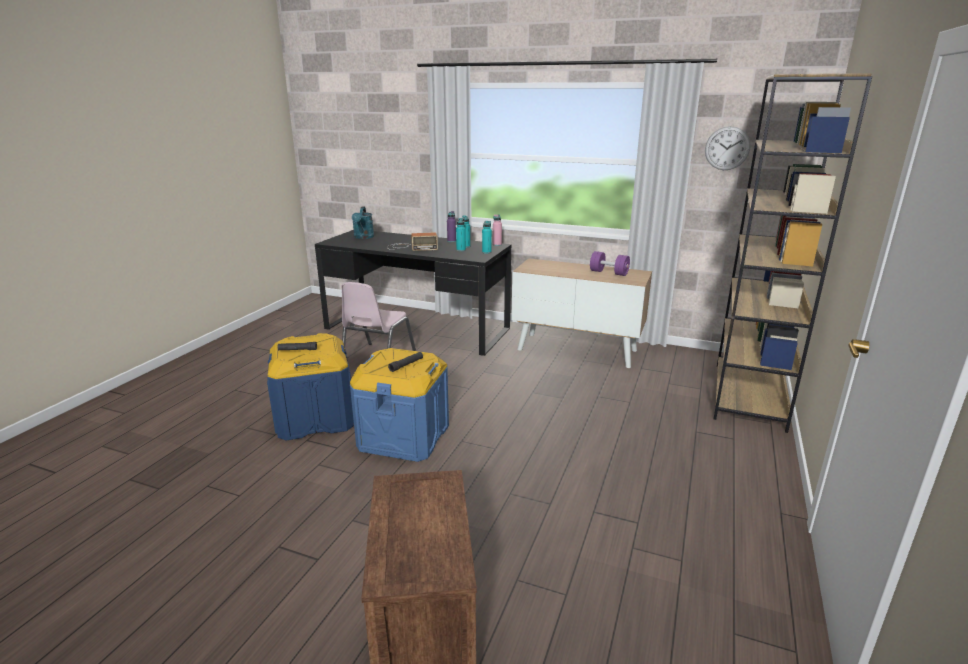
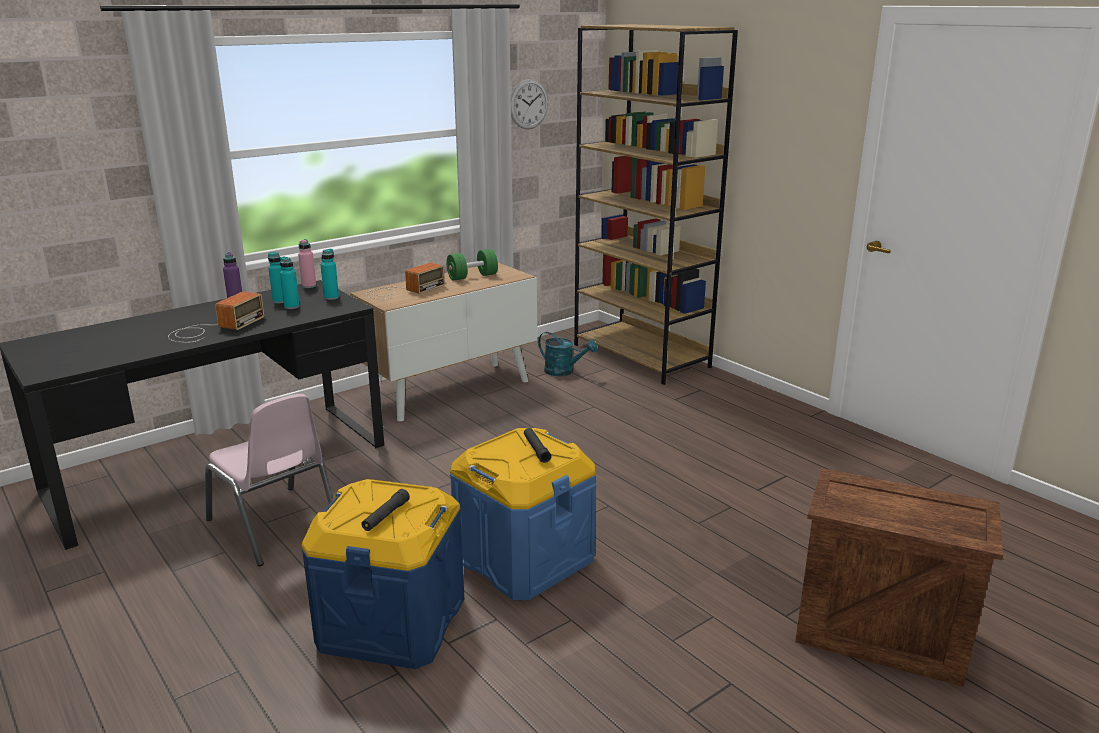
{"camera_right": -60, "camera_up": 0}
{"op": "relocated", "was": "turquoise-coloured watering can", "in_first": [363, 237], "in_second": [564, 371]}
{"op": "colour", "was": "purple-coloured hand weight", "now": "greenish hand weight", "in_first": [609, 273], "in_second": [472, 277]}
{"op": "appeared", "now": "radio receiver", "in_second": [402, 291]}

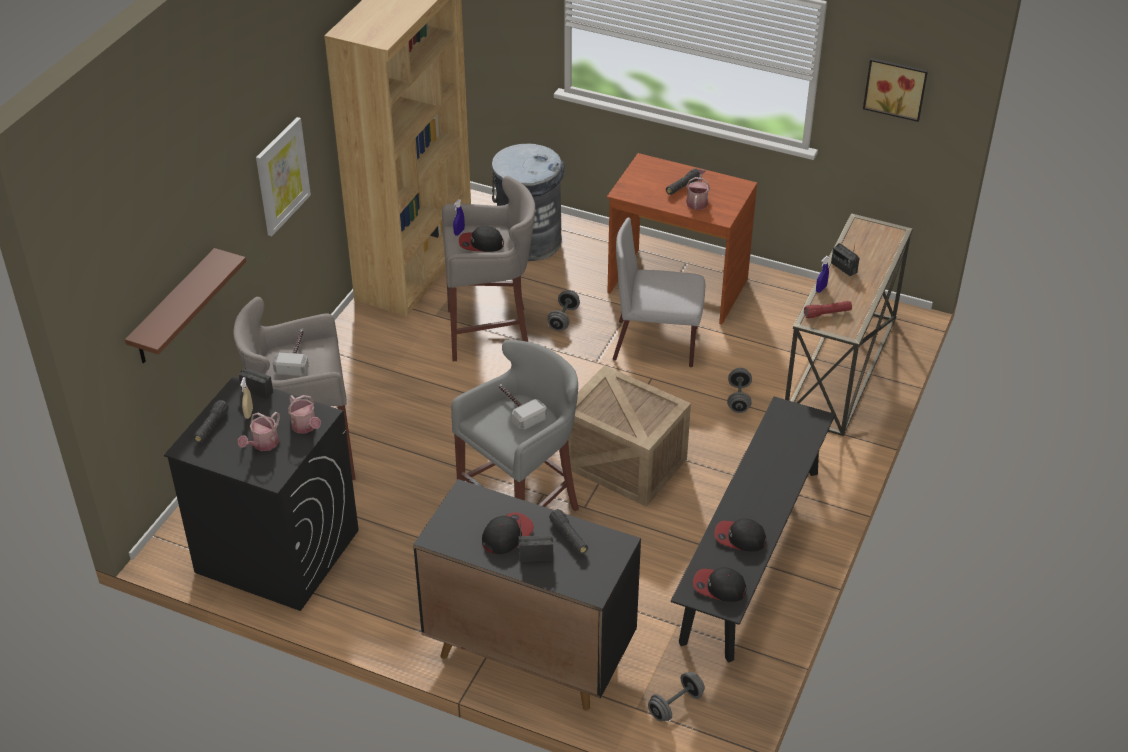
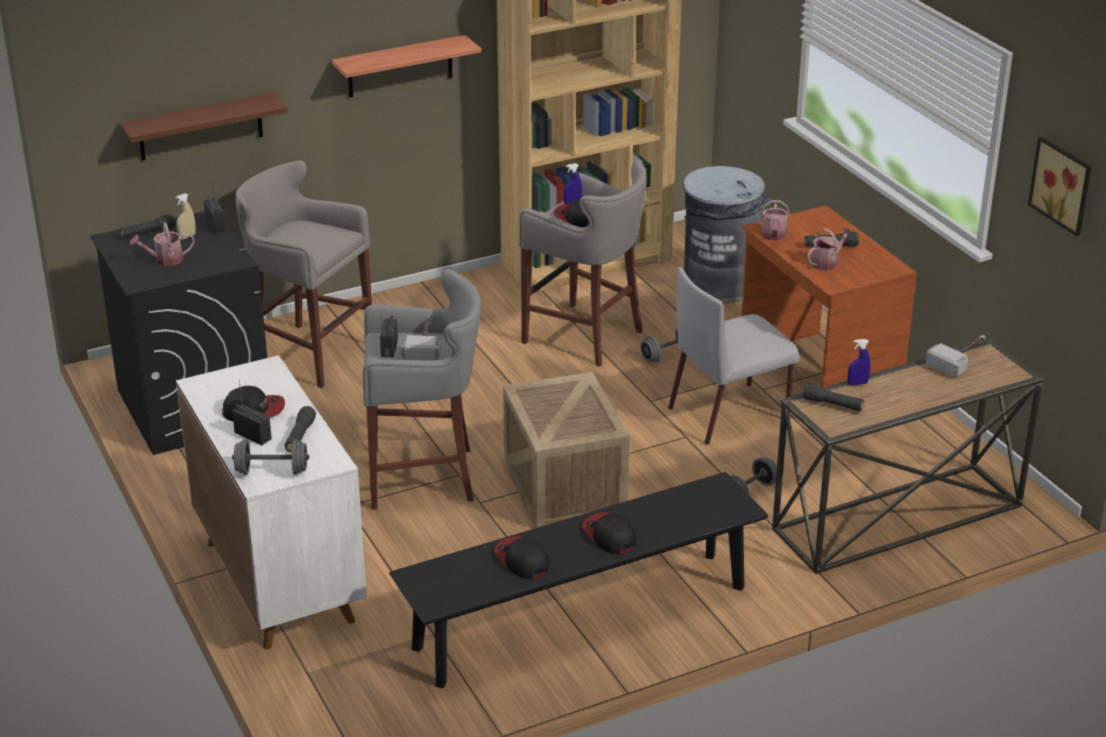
{"camera_right": 40, "camera_up": -10}
{"op": "exchanged", "was": "picture", "now": "shelf", "in_first": [282, 176], "in_second": [400, 67]}
{"op": "spun", "was": "gray chair", "in_first": [657, 344], "in_second": [730, 413], "clockwise": -75}
{"op": "relocated", "was": "radio receiver", "in_first": [843, 268], "in_second": [389, 348]}
{"op": "colour", "was": "red flashlight", "now": "black flashlight", "in_first": [827, 313], "in_second": [832, 405]}
{"op": "relocated", "was": "hammer", "in_first": [296, 355], "in_second": [960, 358]}
{"op": "relocated", "was": "watering can", "in_first": [305, 427], "in_second": [774, 236]}
{"op": "colour", "was": "black storage cabinet", "now": "white storage cabinet", "in_first": [528, 653], "in_second": [278, 580]}
{"op": "relocated", "was": "peaked cap", "in_first": [719, 587], "in_second": [609, 536]}
{"op": "relocated", "was": "gray hand weight", "in_first": [675, 705], "in_second": [272, 471]}

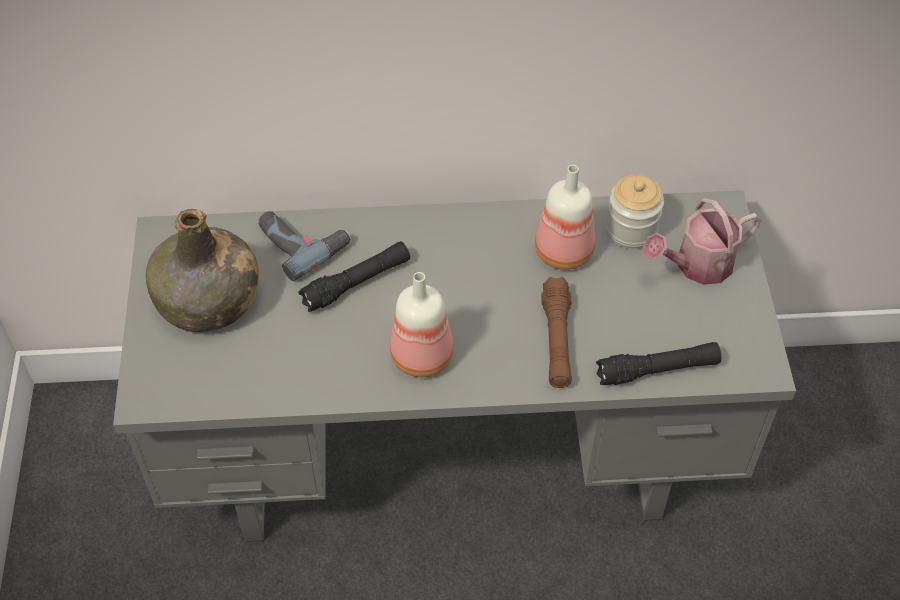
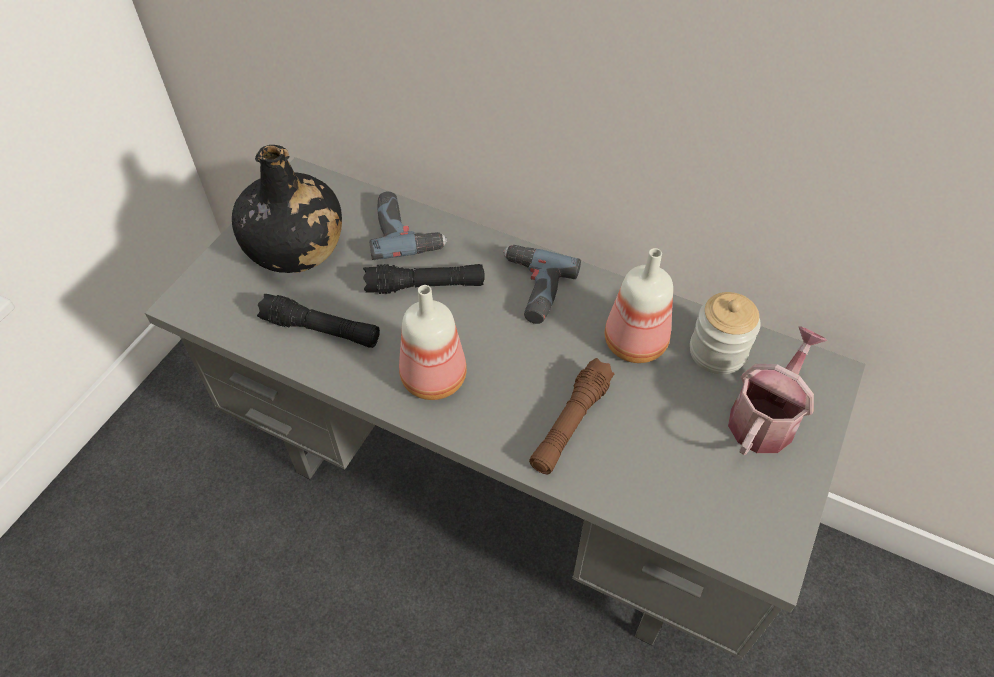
{"camera_right": 30, "camera_up": 0}
{"op": "spun", "was": "watering can", "in_first": [697, 265], "in_second": [765, 417], "clockwise": 120}
{"op": "colour", "was": "greenish bottle", "now": "black bottle", "in_first": [209, 301], "in_second": [294, 247]}
{"op": "relocated", "was": "black flashlight", "in_first": [657, 370], "in_second": [321, 330]}
{"op": "appeared", "now": "electric drill", "in_second": [531, 289]}

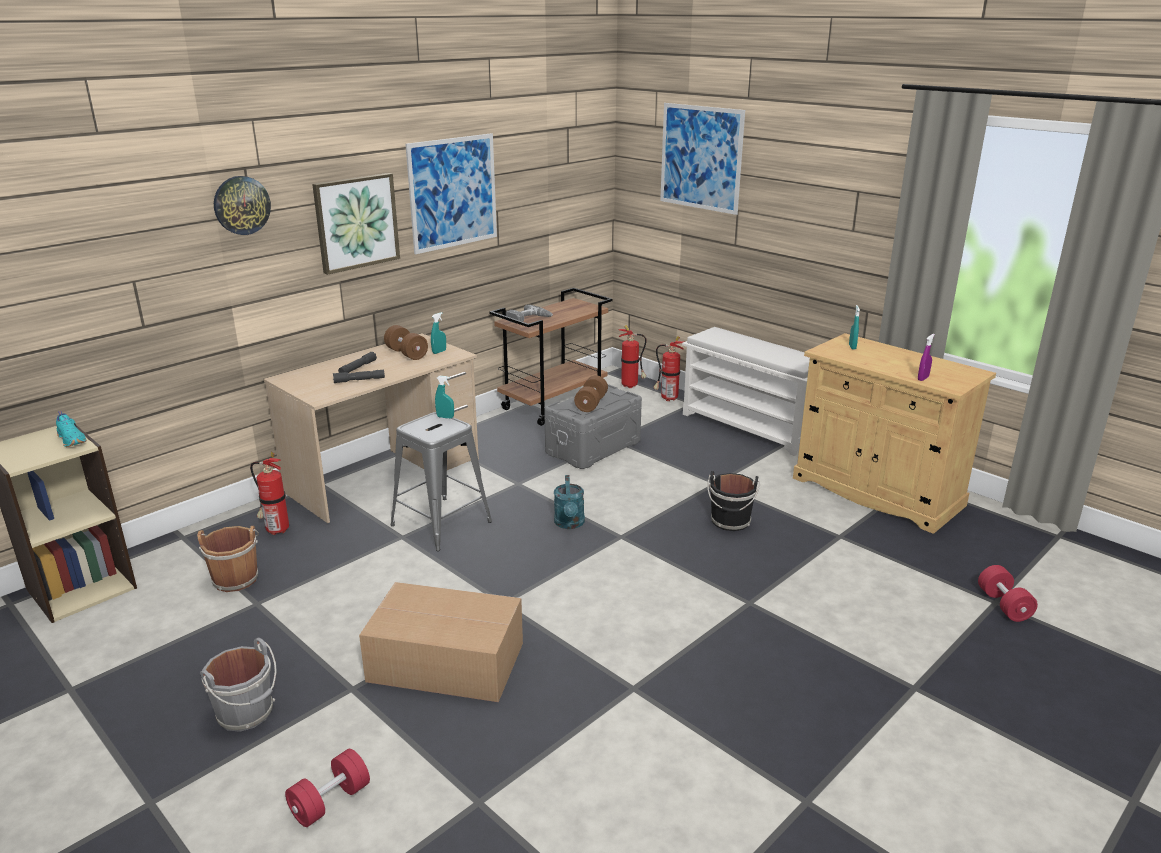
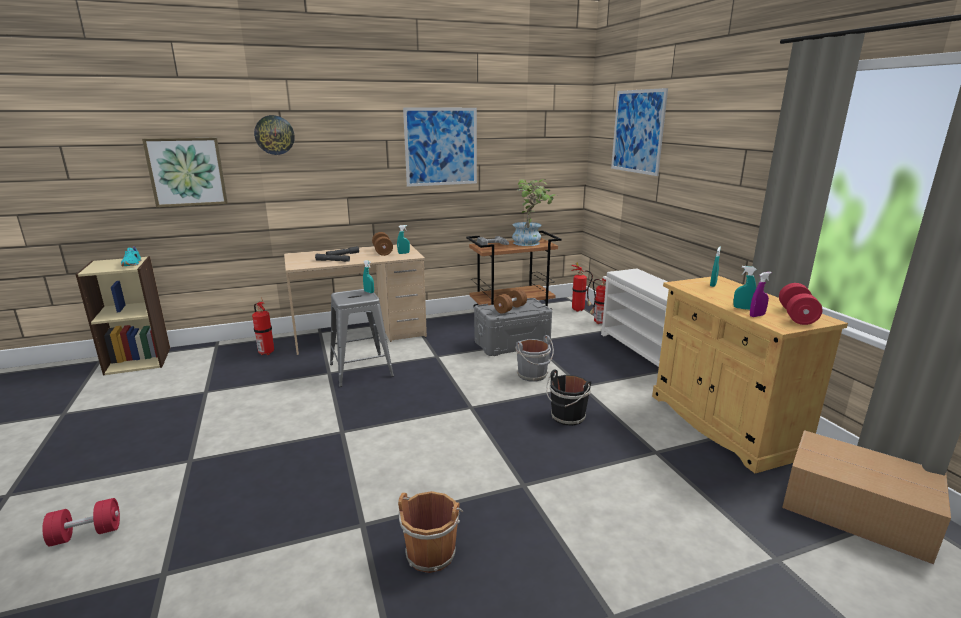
{"camera_right": 25, "camera_up": -5}
{"op": "relocated", "was": "picture", "in_first": [356, 222], "in_second": [187, 172]}
{"op": "missing", "was": "turquoise-coloured watering can", "in_first": [570, 524]}
{"op": "relocated", "was": "brownish water bucket", "in_first": [235, 578], "in_second": [431, 551]}
{"op": "relocated", "was": "red hand weight", "in_first": [1003, 605], "in_second": [796, 316]}
{"op": "relocated", "was": "packing box", "in_first": [448, 663], "in_second": [858, 512]}
{"op": "relocated", "was": "gray water bucket", "in_first": [247, 713], "in_second": [533, 375]}
{"op": "appeared", "now": "potted plant", "in_second": [531, 243]}
{"op": "appeared", "now": "turquoise-coloured spray bottle", "in_second": [742, 308]}

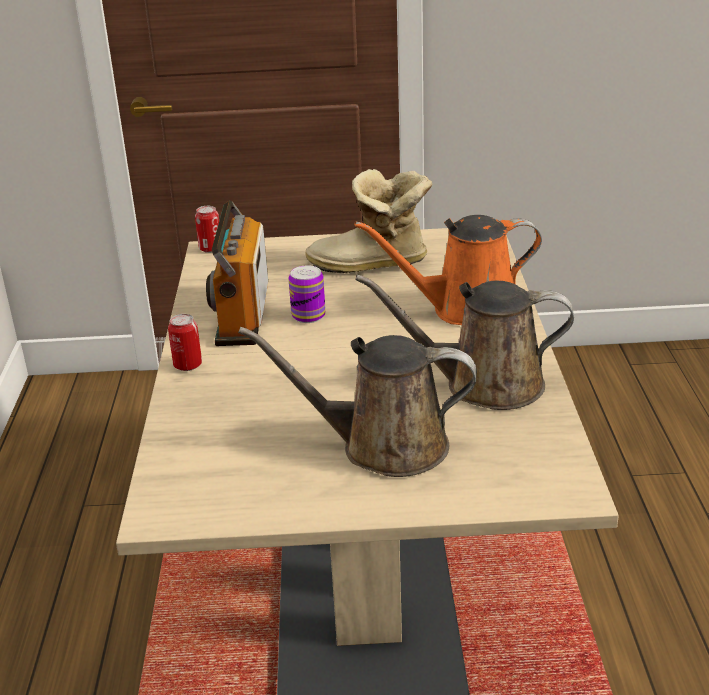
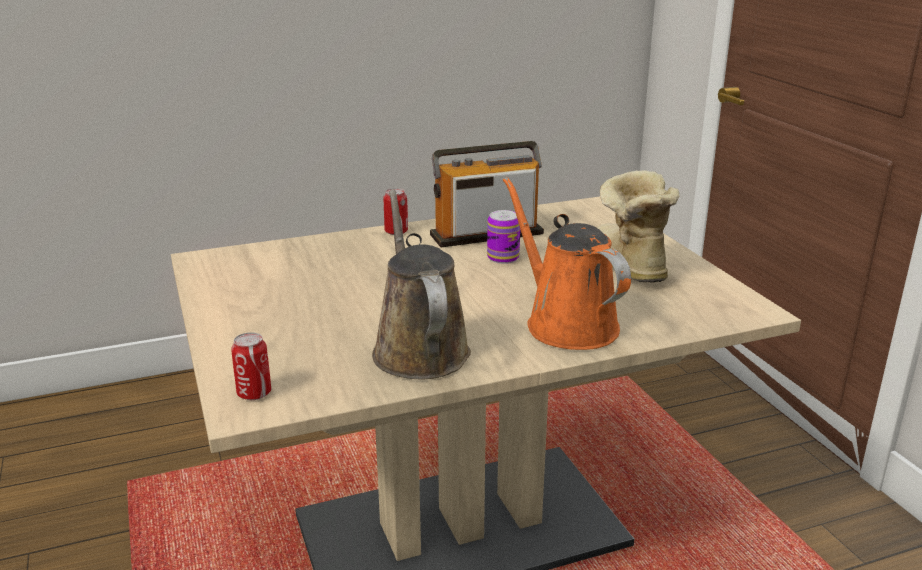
{"camera_right": 70, "camera_up": -5}
{"op": "relocated", "was": "metal can", "in_first": [210, 249], "in_second": [254, 393]}
{"op": "missing", "was": "brownish watering can", "in_first": [383, 446]}

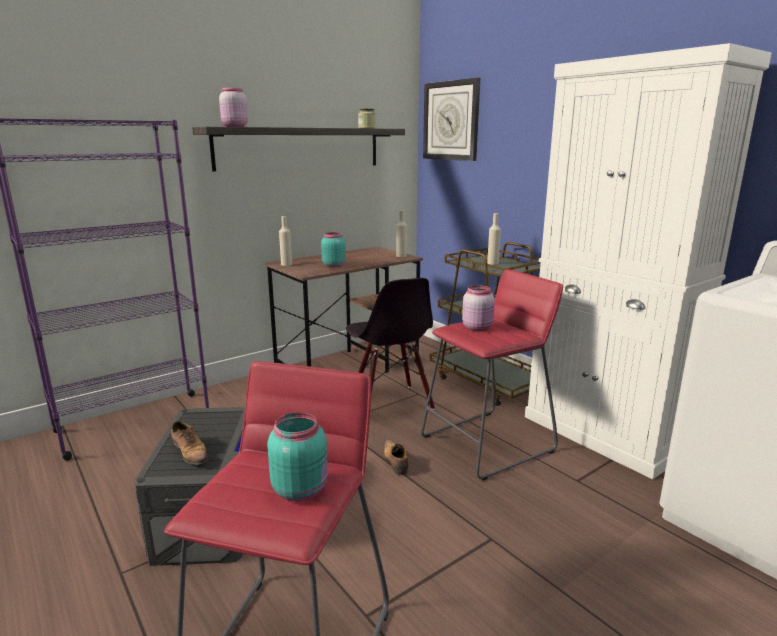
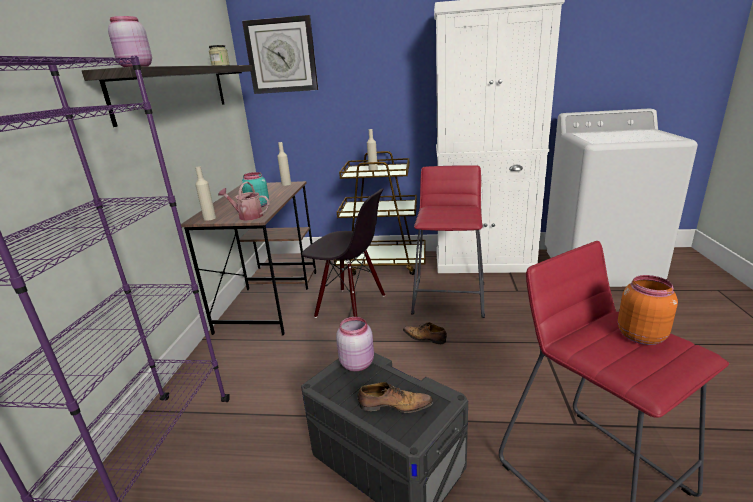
{"camera_right": -45, "camera_up": 5}
{"op": "relocated", "was": "pink jar", "in_first": [478, 327], "in_second": [357, 363]}
{"op": "colour", "was": "turquoise-coloured jar", "now": "orange jar", "in_first": [301, 489], "in_second": [640, 335]}
{"op": "appeared", "now": "watering can", "in_second": [247, 216]}

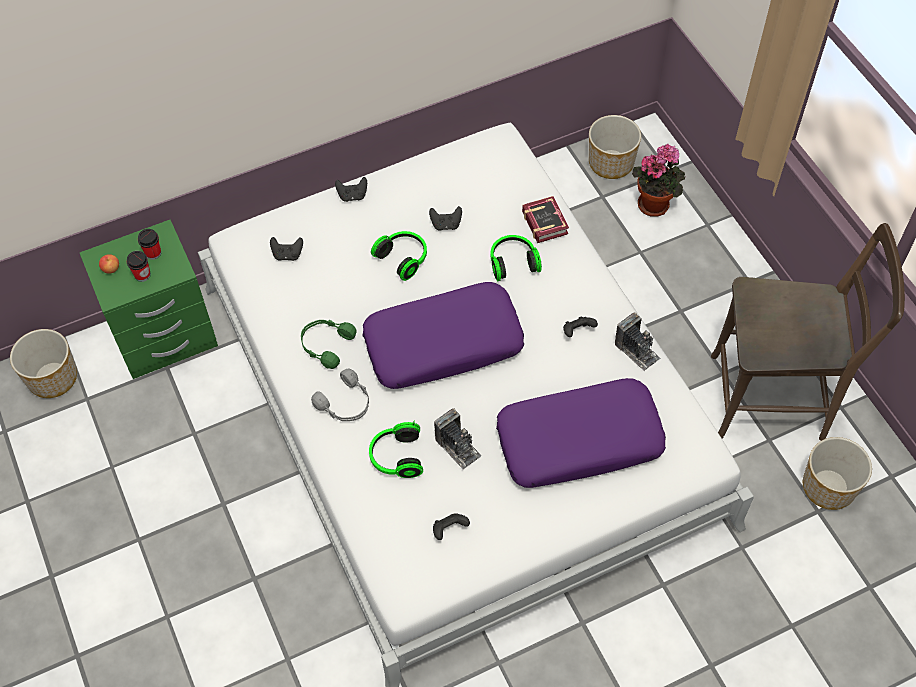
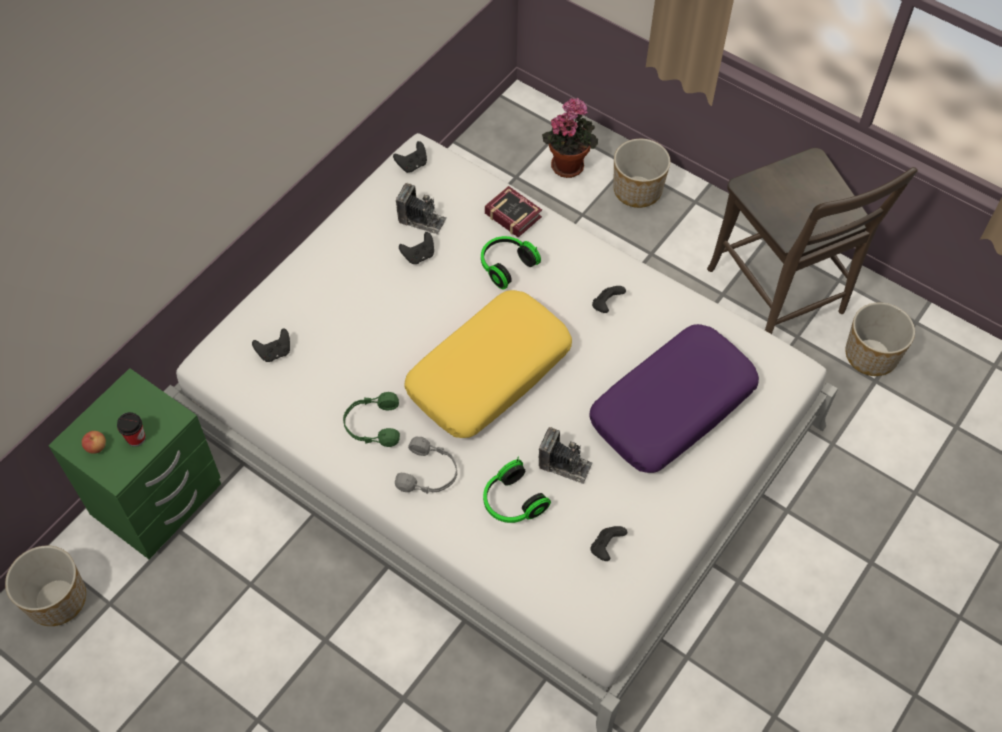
{"camera_right": -30, "camera_up": 0}
{"op": "relocated", "was": "planter", "in_first": [611, 163], "in_second": [637, 191]}
{"op": "relocated", "was": "black joypad", "in_first": [352, 196], "in_second": [412, 165]}
{"op": "spun", "was": "brownish chair", "in_first": [775, 398], "in_second": [780, 296], "clockwise": 90}
{"op": "missing", "was": "small cup", "in_first": [153, 253]}
{"op": "missing", "was": "pair of headphones", "in_first": [403, 258]}
{"op": "colour", "was": "purple-coloured throw pillow", "now": "yellowish throw pillow", "in_first": [443, 344], "in_second": [488, 372]}
{"op": "relocated", "was": "photo camera", "in_first": [636, 350], "in_second": [422, 220]}

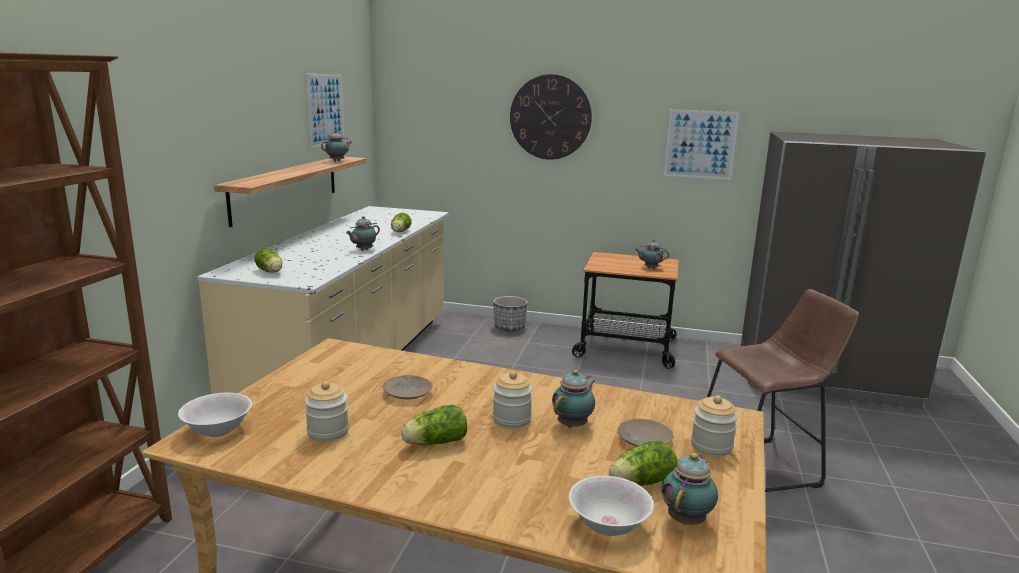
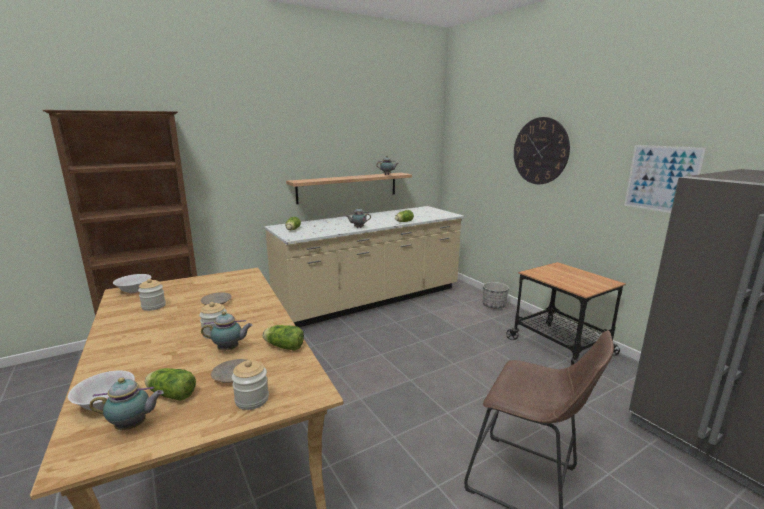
{"camera_right": 45, "camera_up": 0}
{"op": "missing", "was": "picture", "in_first": [326, 109]}
{"op": "missing", "was": "pot for tea", "in_first": [650, 268]}
{"op": "relocated", "was": "lettuce head", "in_first": [433, 443], "in_second": [283, 346]}

